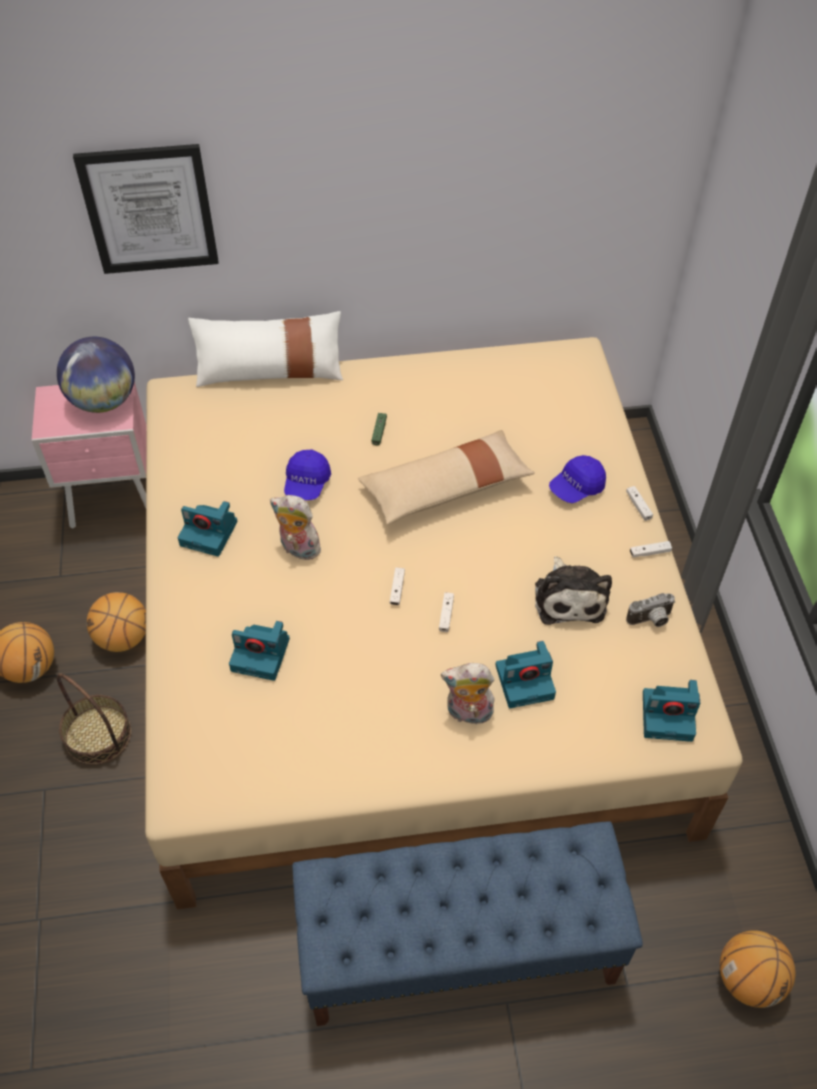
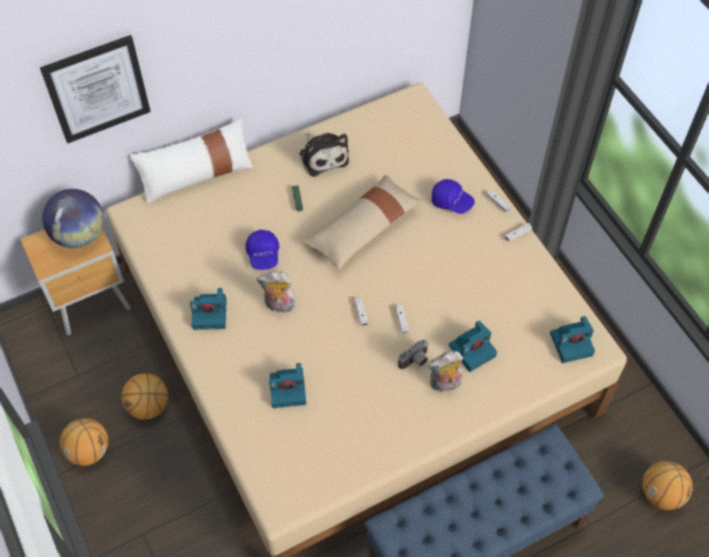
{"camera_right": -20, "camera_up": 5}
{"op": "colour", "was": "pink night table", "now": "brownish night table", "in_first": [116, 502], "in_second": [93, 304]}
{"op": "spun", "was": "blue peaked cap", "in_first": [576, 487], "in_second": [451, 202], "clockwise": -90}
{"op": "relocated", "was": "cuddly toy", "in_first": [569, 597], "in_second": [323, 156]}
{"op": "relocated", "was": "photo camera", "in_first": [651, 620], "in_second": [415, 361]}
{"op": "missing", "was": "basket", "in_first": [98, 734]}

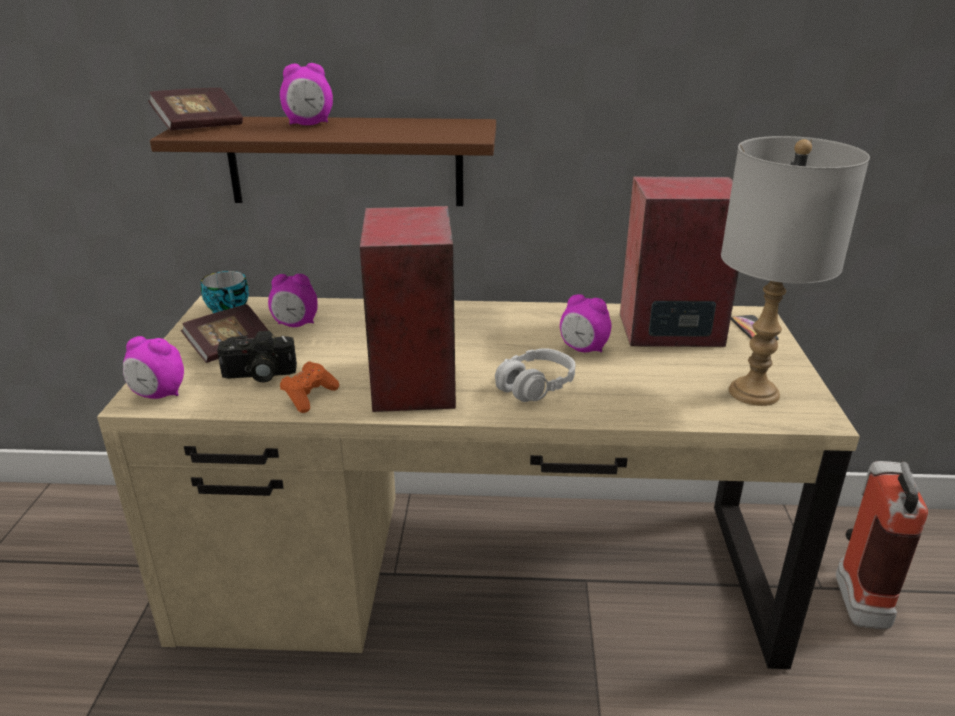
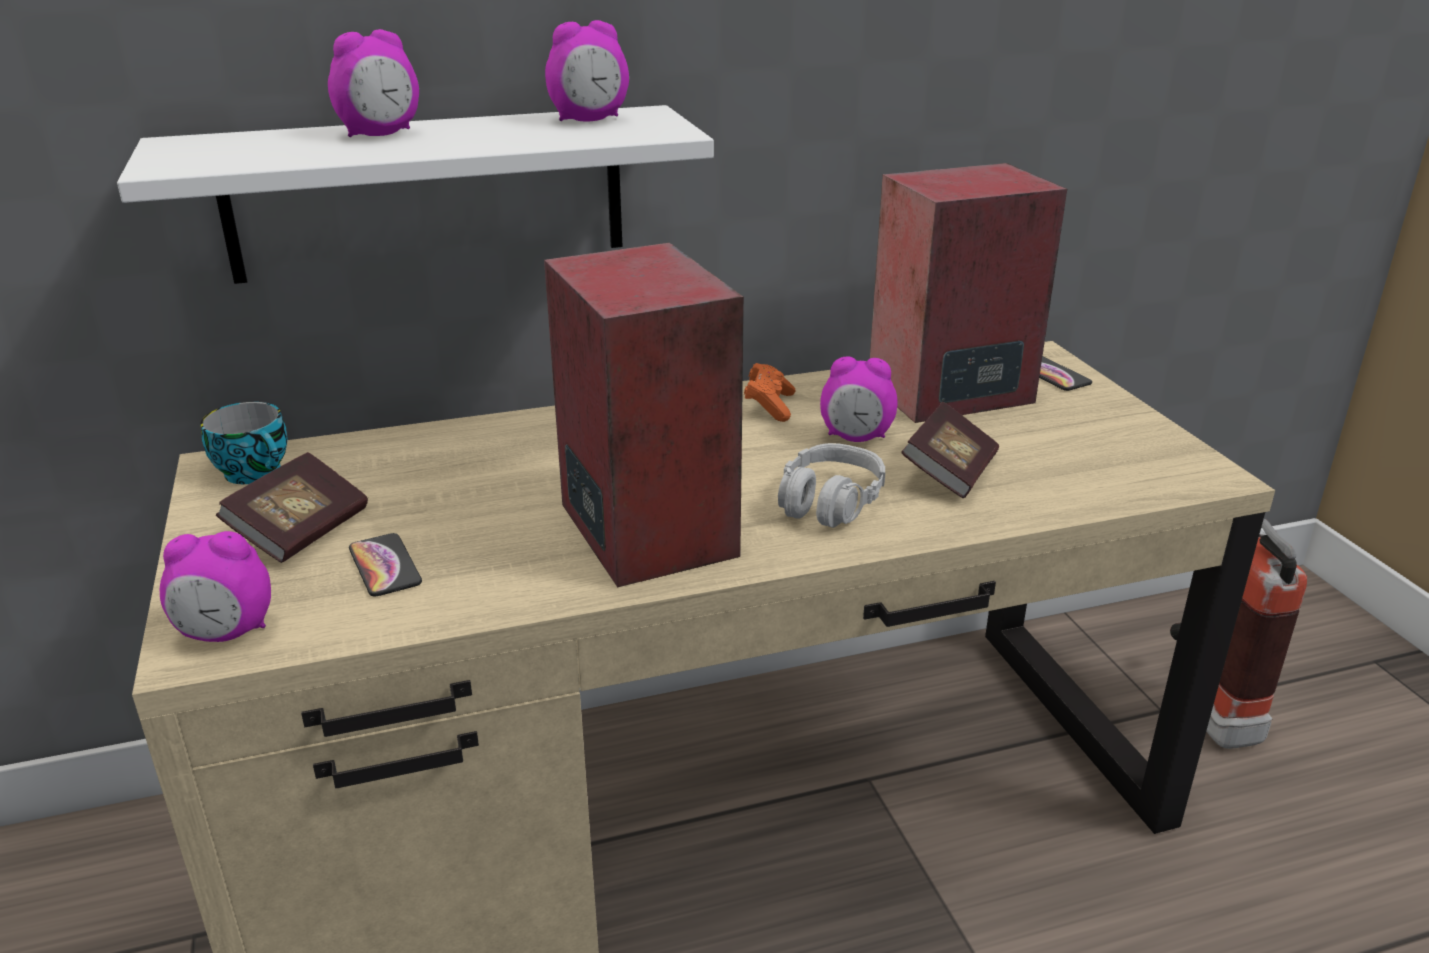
{"camera_right": -20, "camera_up": 0}
{"op": "relocated", "was": "book", "in_first": [199, 126], "in_second": [949, 472]}
{"op": "colour", "was": "brownish shelf", "now": "white shelf", "in_first": [345, 161], "in_second": [427, 193]}
{"op": "missing", "was": "gray table lamp", "in_first": [754, 392]}
{"op": "relocated", "was": "bedside clock", "in_first": [295, 325], "in_second": [589, 120]}
{"op": "exchanged", "was": "photo camera", "now": "phone", "in_first": [258, 375], "in_second": [385, 566]}
{"op": "relocated", "was": "orange joypad", "in_first": [309, 397], "in_second": [769, 406]}

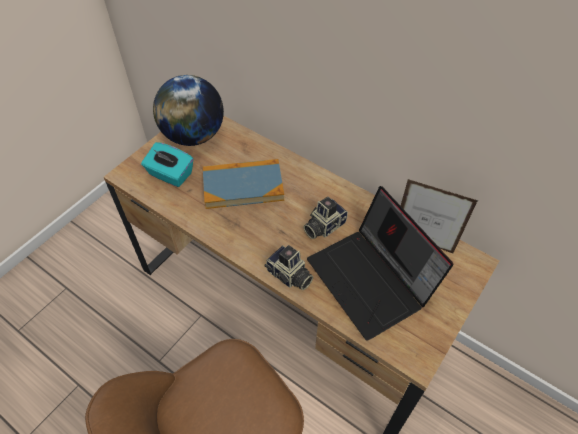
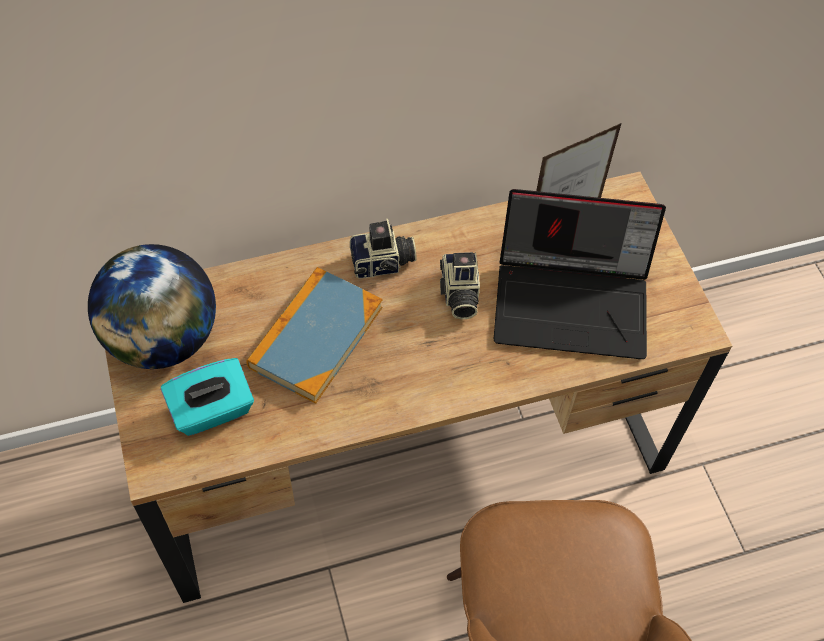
{"camera_right": -55, "camera_up": 5}
{"op": "relocated", "was": "photo camera", "in_first": [289, 276], "in_second": [383, 264]}

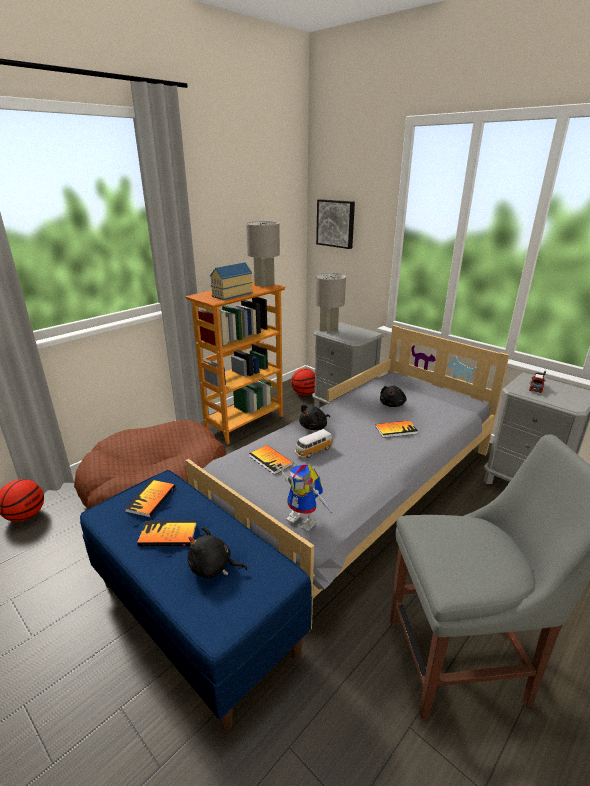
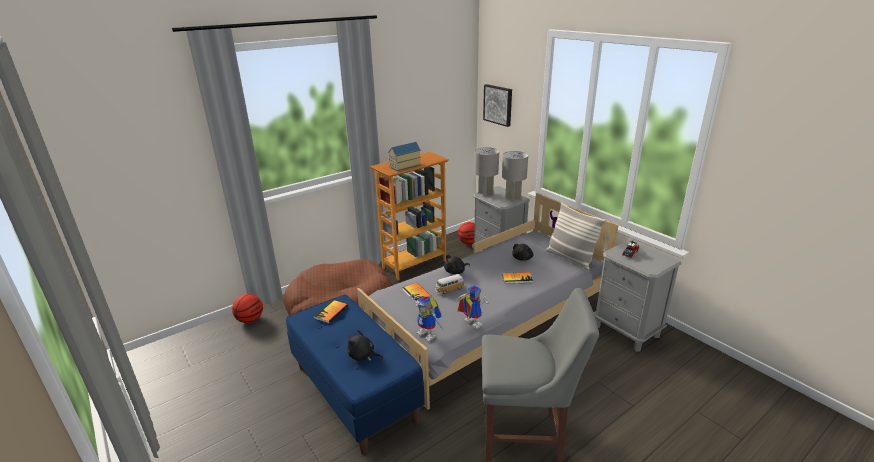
{"camera_right": 10, "camera_up": 0}
{"op": "relocated", "was": "gray table lamp", "in_first": [264, 285], "in_second": [513, 198]}
{"op": "missing", "was": "book", "in_first": [168, 535]}
{"op": "appeared", "now": "throw pillow", "in_second": [570, 258]}
{"op": "appeared", "now": "robot figure", "in_second": [469, 324]}

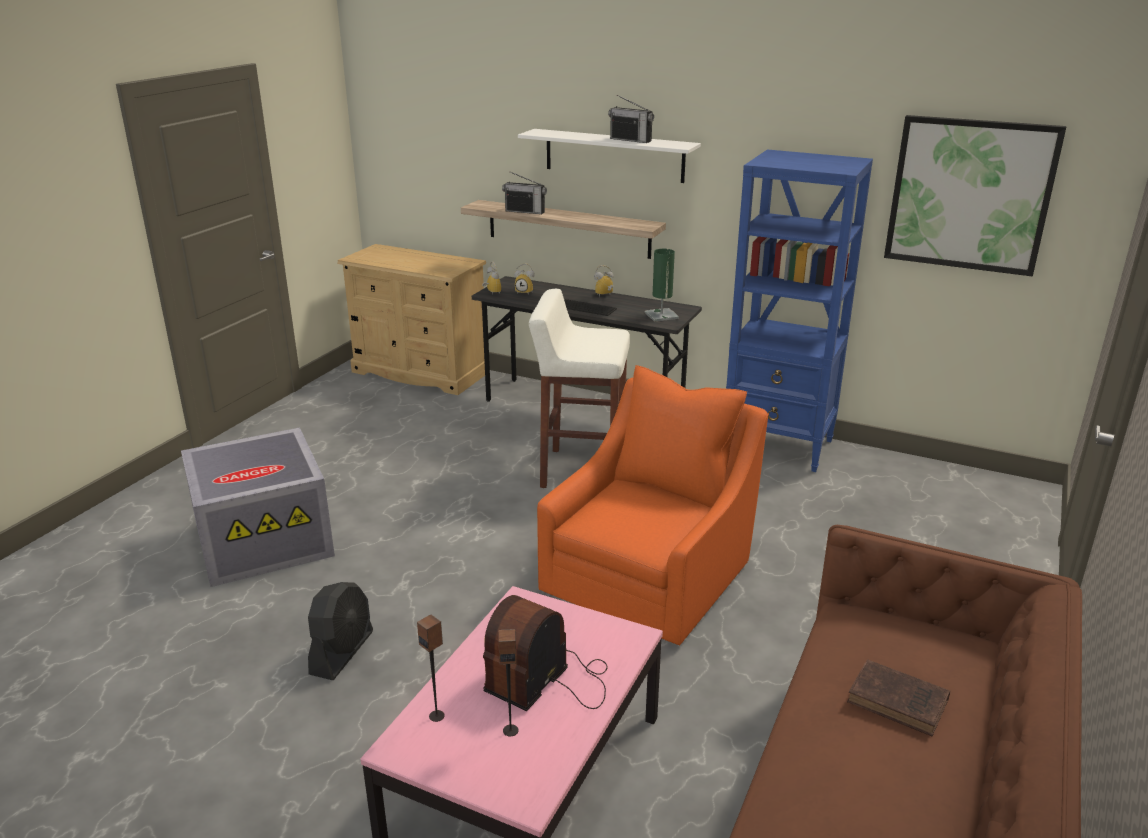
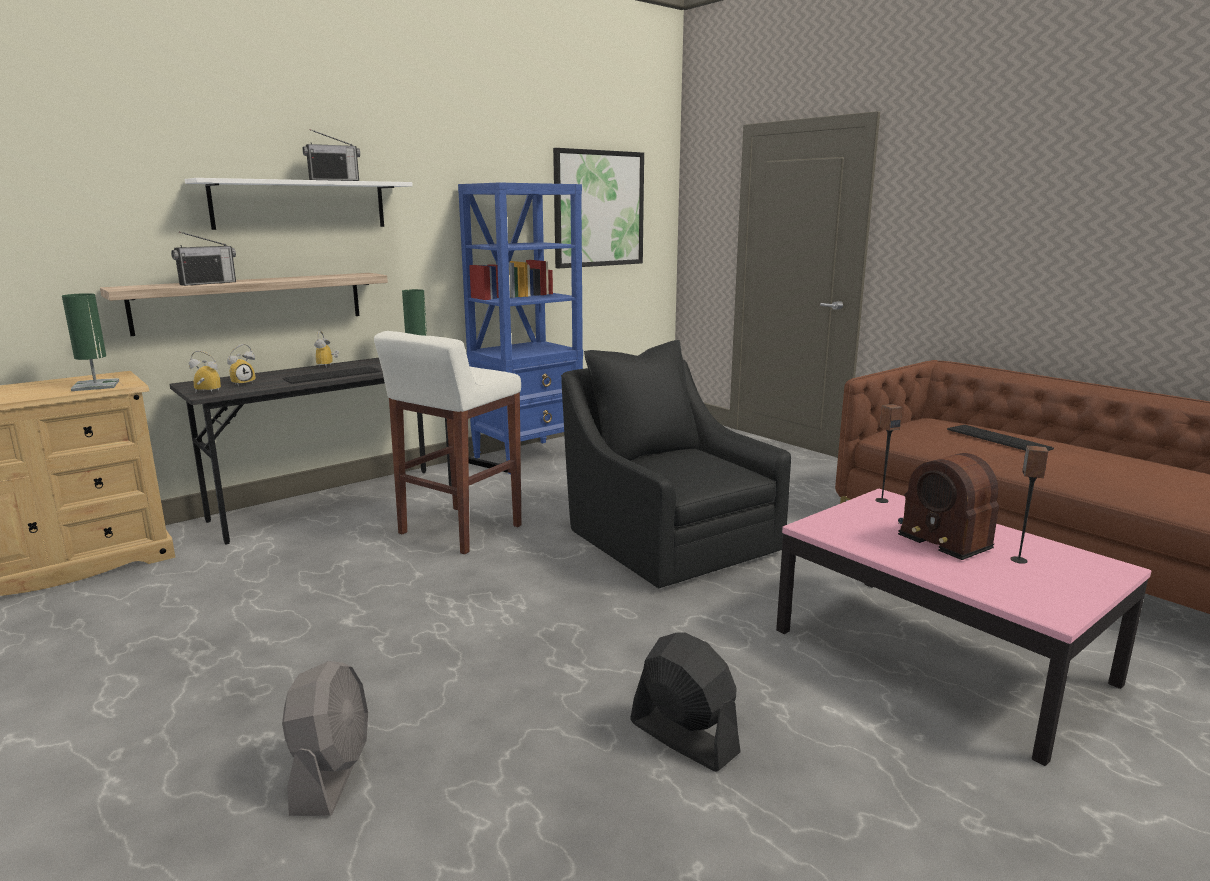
{"camera_right": -65, "camera_up": -10}
{"op": "colour", "was": "orange lounge chair", "now": "black lounge chair", "in_first": [652, 574], "in_second": [668, 540]}
{"op": "exchanged", "was": "gray storage bin", "now": "gray cooling fan", "in_first": [265, 538], "in_second": [331, 773]}
{"op": "relocated", "was": "speaker", "in_first": [437, 716], "in_second": [881, 500]}
{"op": "exchanged", "was": "brownish book", "now": "PC keyboard", "in_first": [900, 702], "in_second": [998, 439]}
{"op": "appeared", "now": "greenish table lamp", "in_second": [96, 386]}

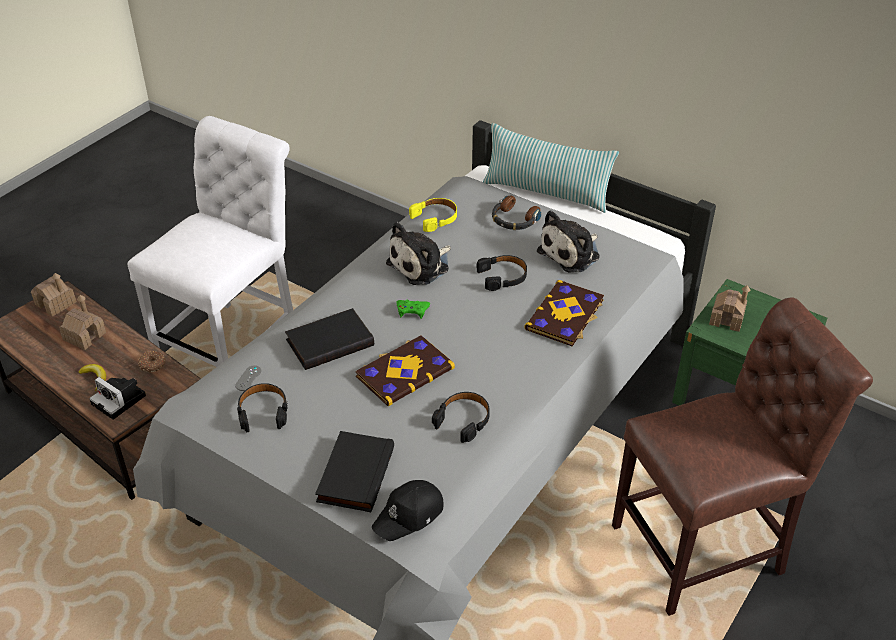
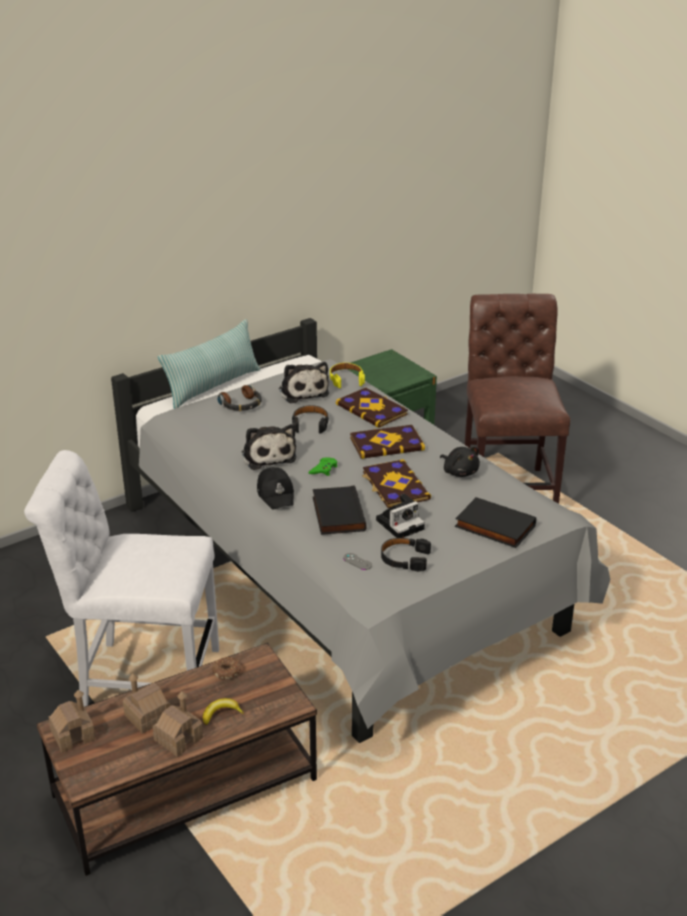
{"camera_right": -70, "camera_up": -10}
{"op": "spun", "was": "white chair", "in_first": [235, 345], "in_second": [142, 678], "clockwise": -45}
{"op": "relocated", "was": "yellowish pair of headphones", "in_first": [435, 218], "in_second": [346, 379]}
{"op": "relocated", "was": "toy house", "in_first": [726, 319], "in_second": [178, 738]}
{"op": "relocated", "was": "photo camera", "in_first": [120, 400], "in_second": [401, 523]}
{"op": "exchanged", "was": "black pair of headphones", "now": "black cuddly toy", "in_first": [463, 420], "in_second": [459, 472]}
{"op": "relocated", "was": "black peaked cap", "in_first": [409, 515], "in_second": [276, 494]}
{"op": "appeared", "now": "book", "in_second": [386, 443]}

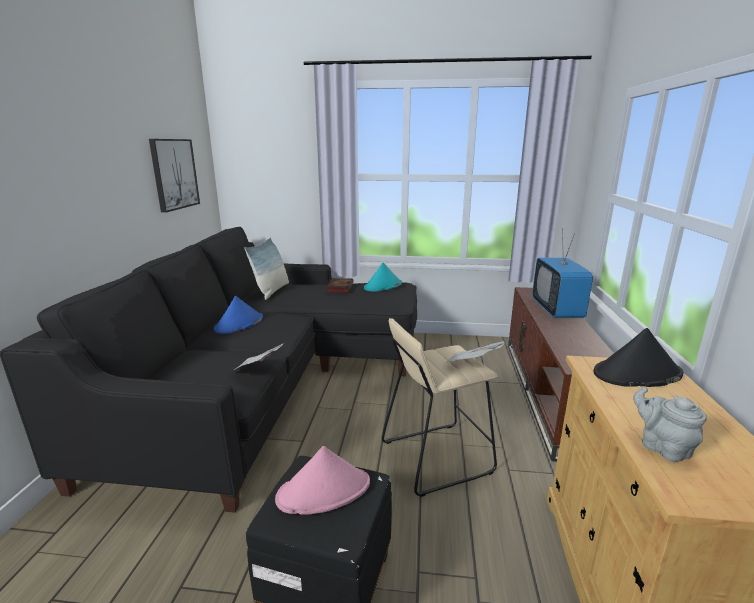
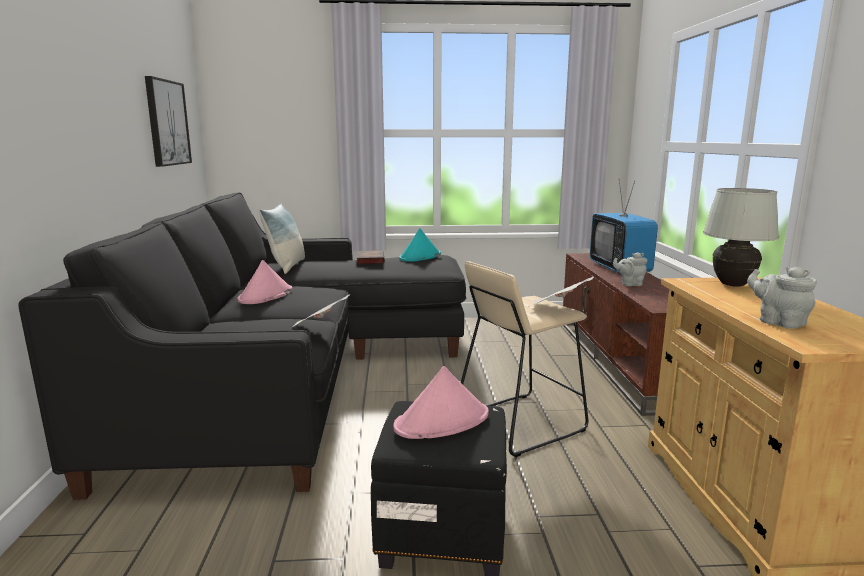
{"camera_right": -10, "camera_up": -5}
{"op": "colour", "was": "blue wearable hat", "now": "pink wearable hat", "in_first": [239, 324], "in_second": [265, 295]}
{"op": "exchanged", "was": "black wearable hat", "now": "white table lamp", "in_first": [636, 374], "in_second": [733, 285]}
{"op": "appeared", "now": "gray pot for tea", "in_second": [629, 284]}

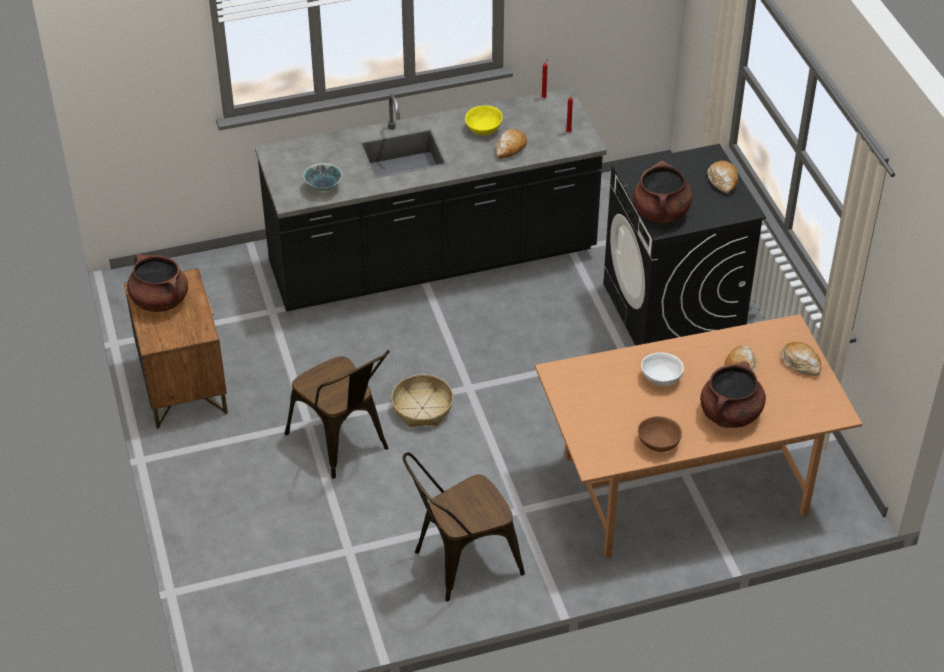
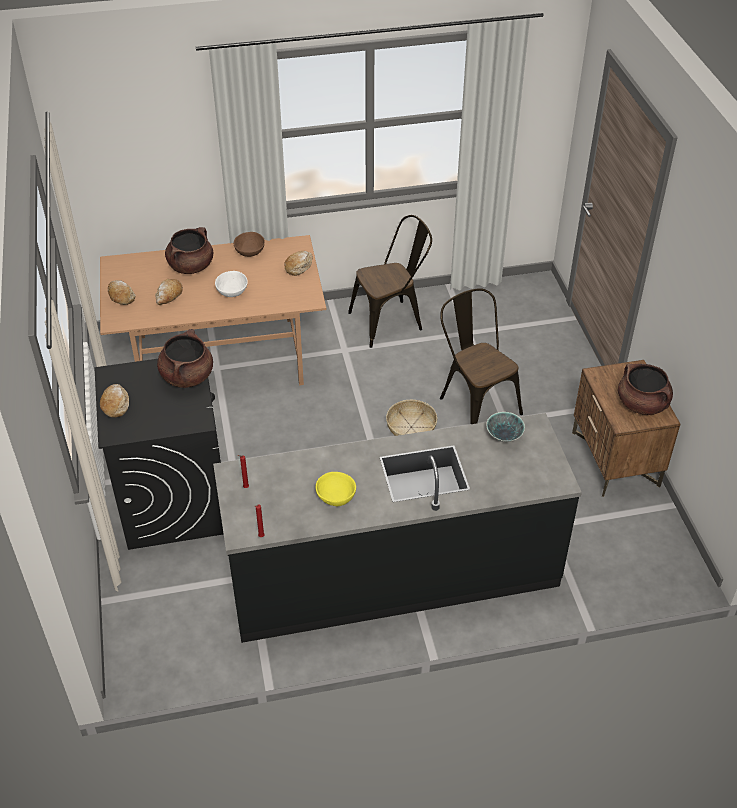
{"camera_right": -175, "camera_up": 0}
{"op": "relocated", "was": "bread", "in_first": [510, 148], "in_second": [299, 266]}

